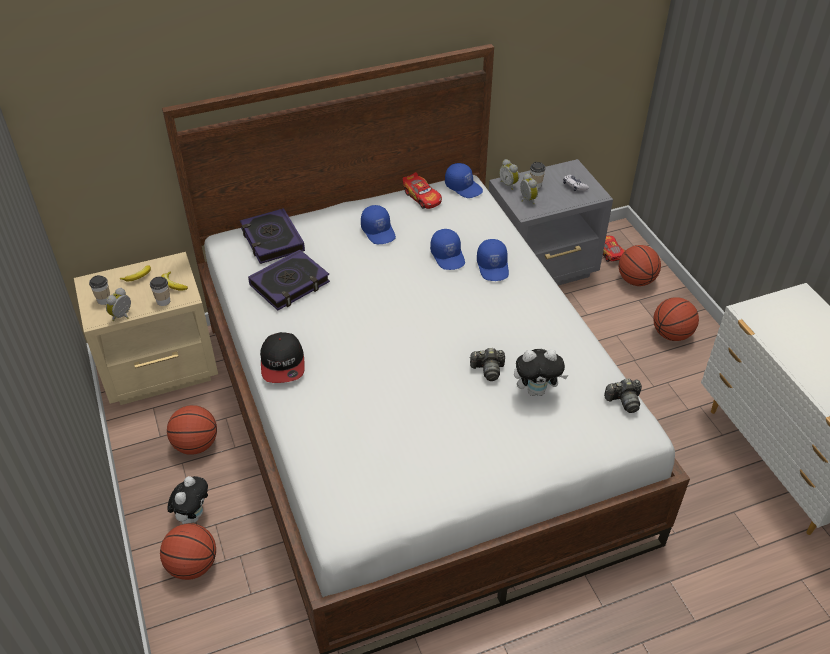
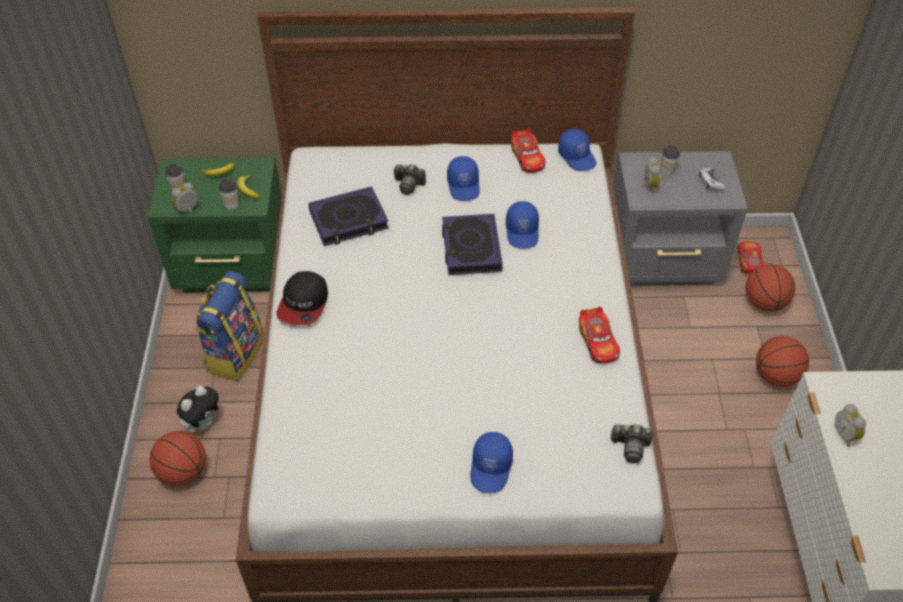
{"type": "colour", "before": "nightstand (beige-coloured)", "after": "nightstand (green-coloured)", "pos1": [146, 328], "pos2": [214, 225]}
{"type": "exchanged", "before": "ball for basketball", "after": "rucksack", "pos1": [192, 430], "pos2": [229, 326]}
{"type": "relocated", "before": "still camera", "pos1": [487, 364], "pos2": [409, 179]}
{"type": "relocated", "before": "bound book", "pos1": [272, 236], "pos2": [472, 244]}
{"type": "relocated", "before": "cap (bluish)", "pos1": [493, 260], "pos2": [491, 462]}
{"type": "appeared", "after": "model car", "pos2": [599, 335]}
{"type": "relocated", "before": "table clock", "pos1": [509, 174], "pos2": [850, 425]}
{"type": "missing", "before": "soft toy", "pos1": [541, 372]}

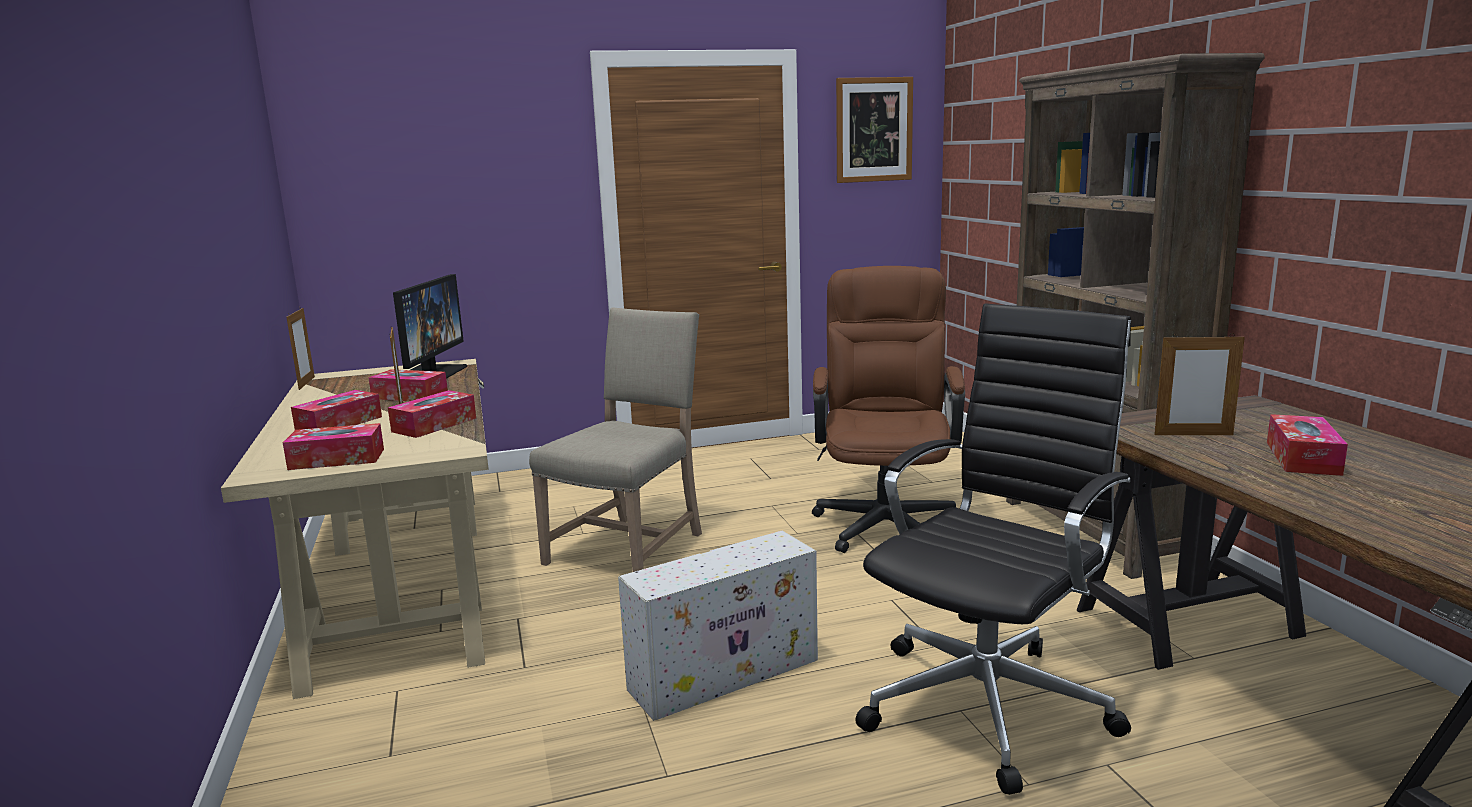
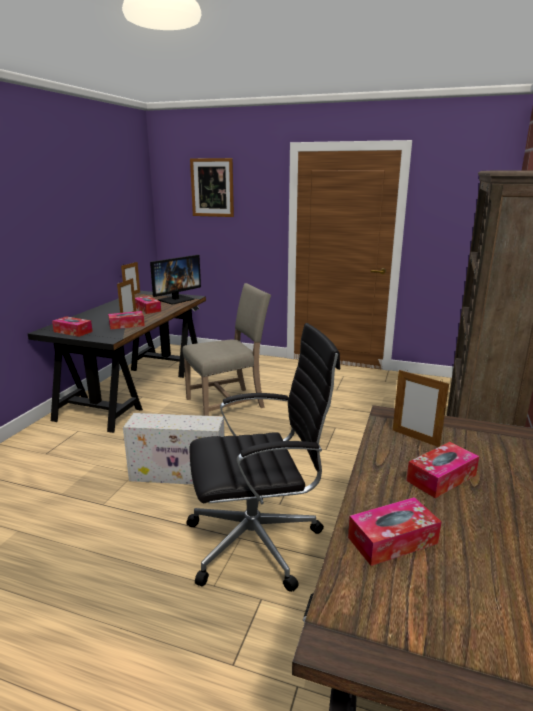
{"type": "colour", "before": "desk table (beige-coloured)", "after": "desk table (black-coloured)", "pos1": [355, 529], "pos2": [117, 362]}
{"type": "relocated", "before": "picture", "pos1": [874, 130], "pos2": [212, 187]}
{"type": "relocated", "before": "tissue box", "pos1": [336, 410], "pos2": [395, 531]}
{"type": "missing", "before": "office chair (brownish)", "pos1": [888, 409]}

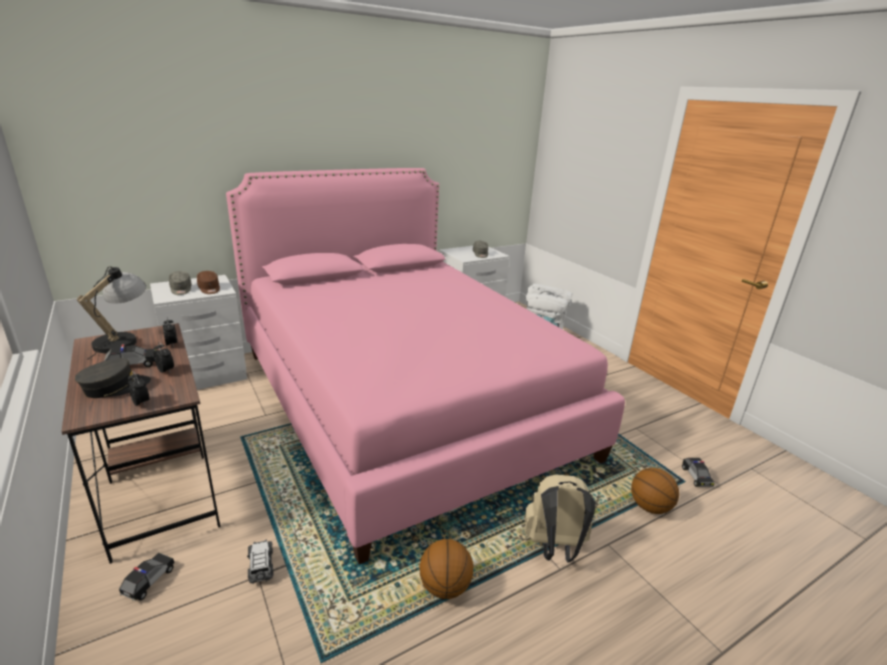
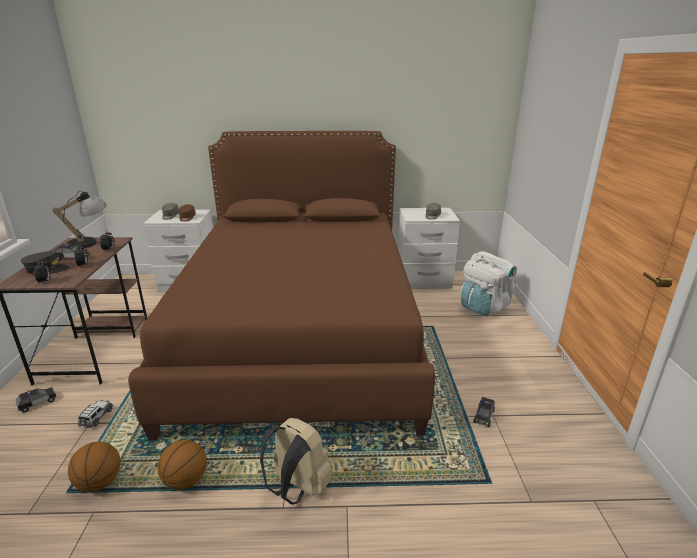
{"type": "relocated", "before": "ball for basketball", "pos1": [655, 491], "pos2": [94, 466]}
{"type": "colour", "before": "bedroom bed (pinkish)", "after": "bedroom bed (brownish)", "pos1": [425, 366], "pos2": [281, 285]}
{"type": "relocated", "before": "model car", "pos1": [698, 472], "pos2": [484, 412]}

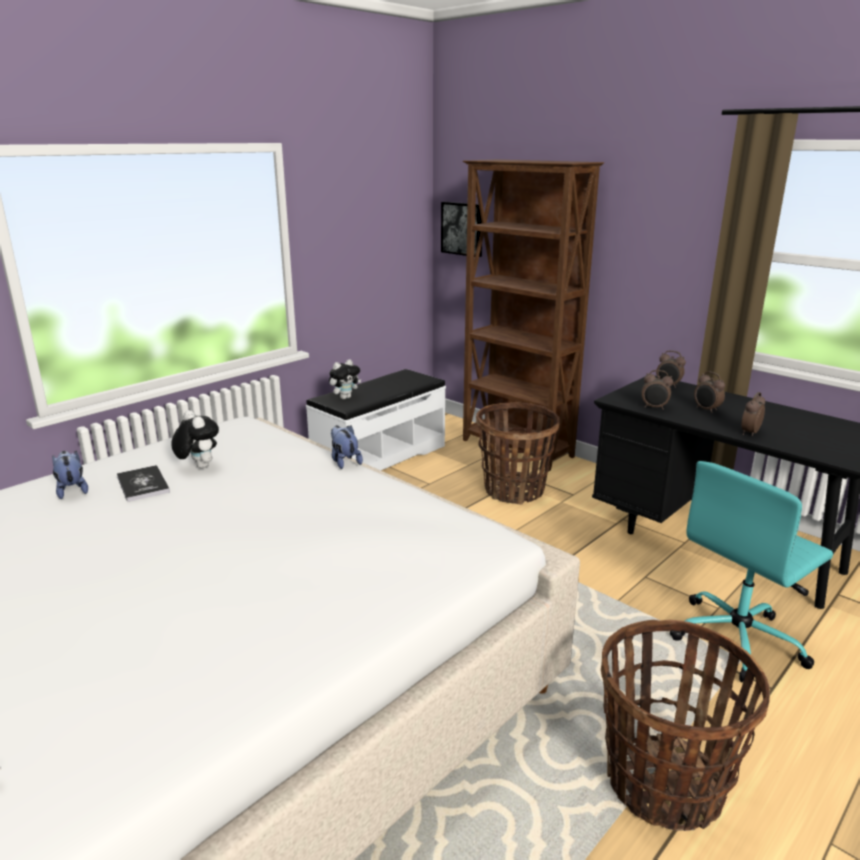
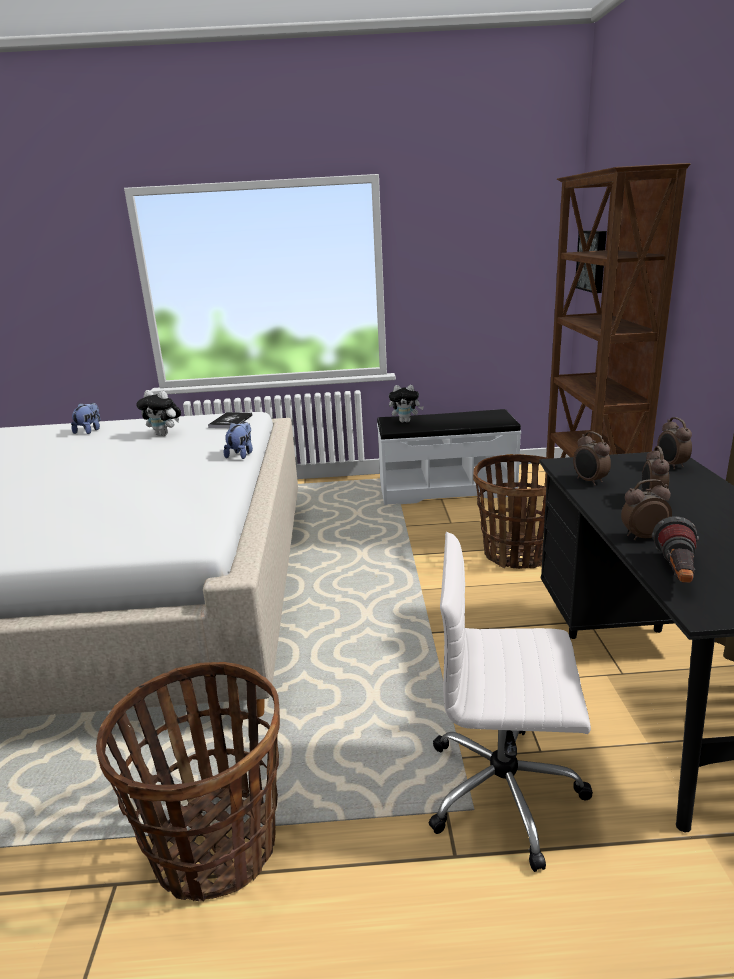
{"type": "spun", "before": "soft toy", "pos1": [195, 439], "pos2": [158, 413], "turn": 105}
{"type": "relocated", "before": "bound book", "pos1": [143, 483], "pos2": [230, 420]}
{"type": "colour", "before": "office chair (turquoise-coloured)", "after": "office chair (whitish)", "pos1": [751, 571], "pos2": [511, 702]}
{"type": "appeared", "after": "hand torch", "pos2": [675, 549]}

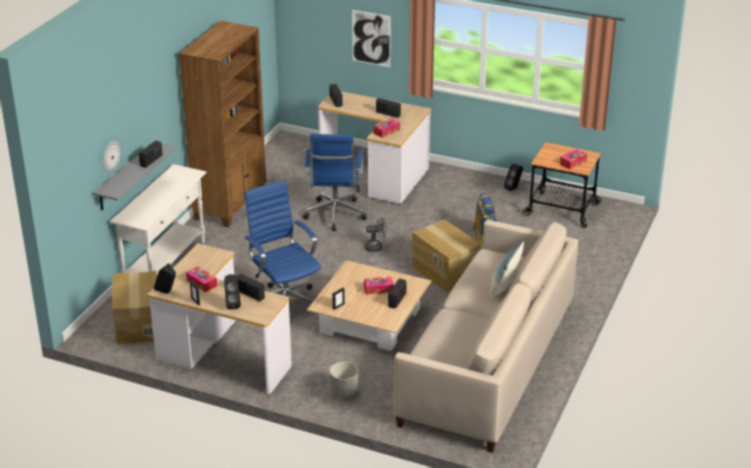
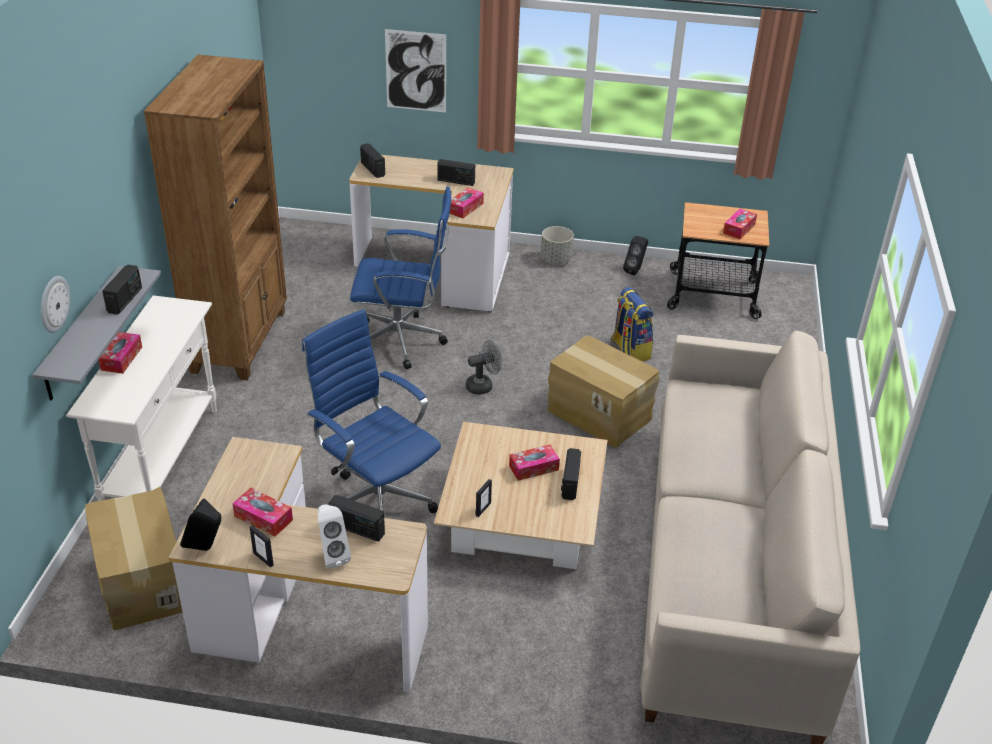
{"type": "appeared", "after": "tissue box", "pos2": [120, 353]}
{"type": "colour", "before": "loudspeaker (black-coloured)", "after": "loudspeaker (whitish)", "pos1": [232, 292], "pos2": [334, 537]}
{"type": "spun", "before": "office chair (bluish)", "pos1": [335, 182], "pos2": [400, 278], "turn": -75}
{"type": "relocated", "before": "plant pot (greyish)", "pos1": [344, 379], "pos2": [557, 245]}
{"type": "missing", "before": "throw pillow", "pos1": [507, 270]}

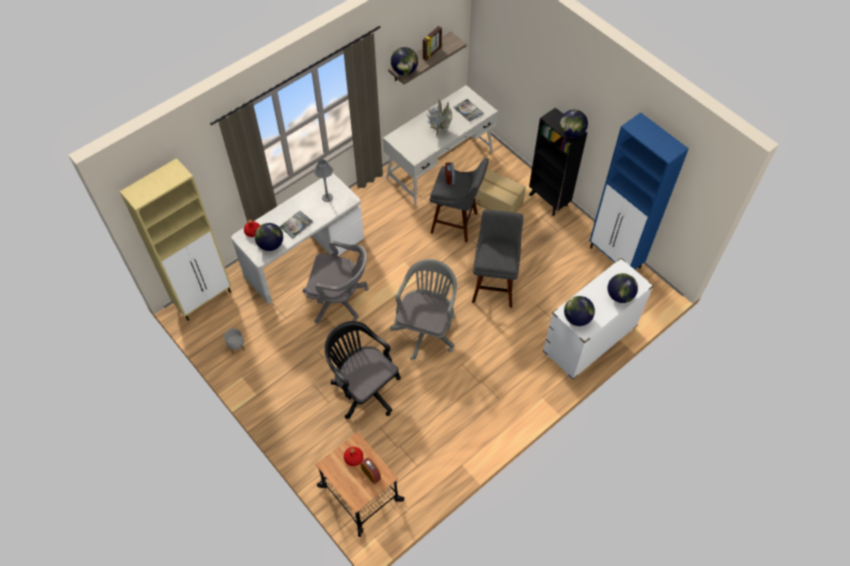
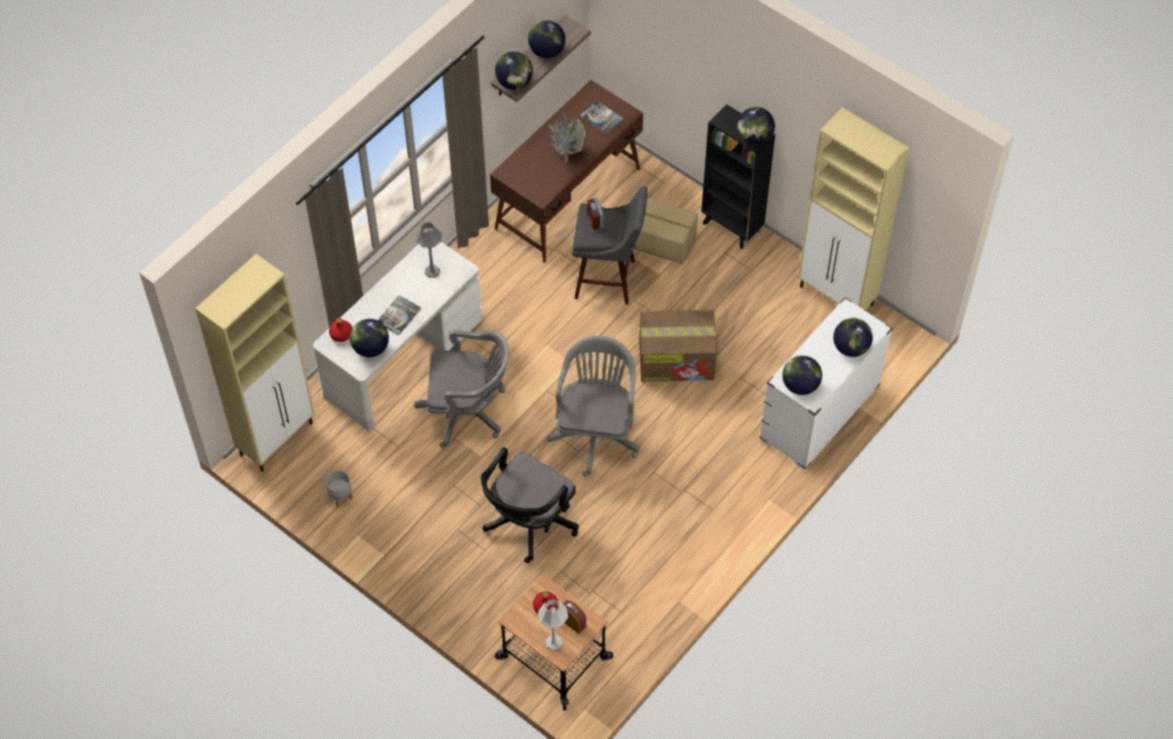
{"type": "spun", "before": "office chair (black-coloured)", "pos1": [363, 370], "pos2": [530, 505], "turn": -90}
{"type": "colour", "before": "desk table (whitish)", "after": "desk table (brownish)", "pos1": [440, 145], "pos2": [566, 171]}
{"type": "exchanged", "before": "standing frame", "after": "globe", "pos1": [432, 43], "pos2": [547, 39]}
{"type": "appeared", "after": "lamp for a table (greyish)", "pos2": [553, 625]}
{"type": "exchanged", "before": "stool seat (greyish)", "after": "cardboard box", "pos1": [498, 258], "pos2": [678, 346]}
{"type": "colour", "before": "cupboard (bluish)", "after": "cupboard (beige-coloured)", "pos1": [639, 191], "pos2": [853, 208]}

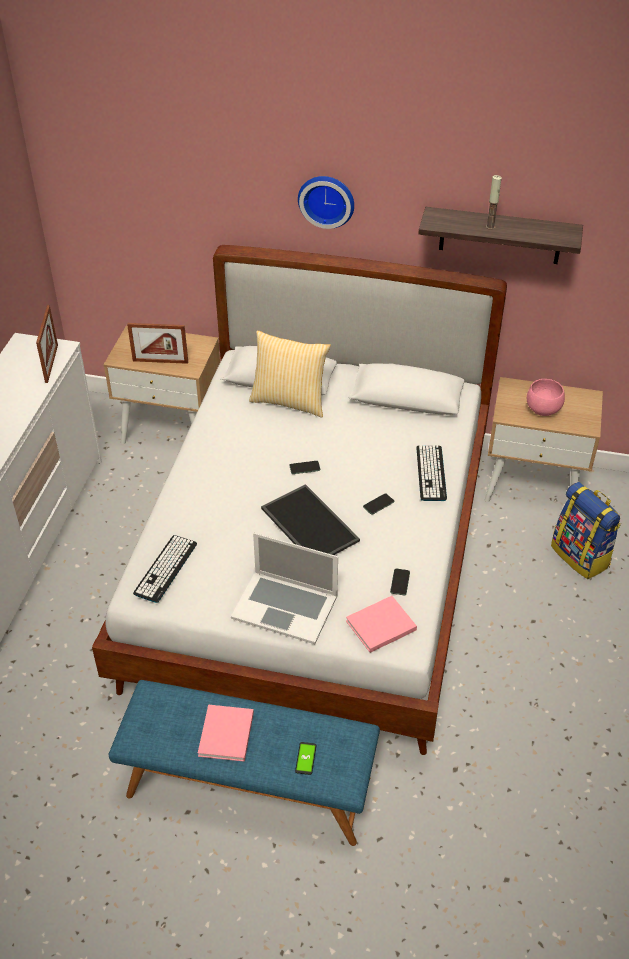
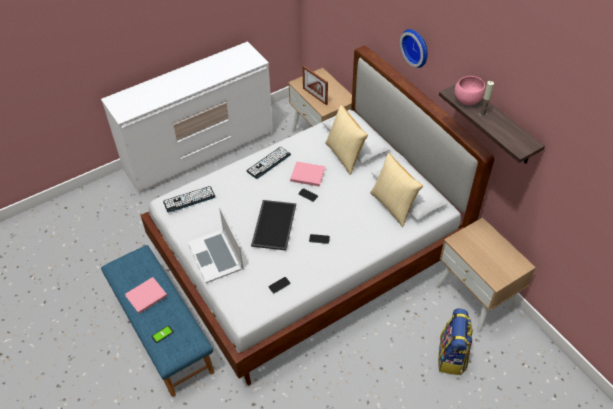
{"type": "relocated", "before": "keyboard", "pos1": [431, 473], "pos2": [269, 163]}
{"type": "relocated", "before": "bound book (pinkish)", "pos1": [381, 624], "pos2": [307, 174]}
{"type": "appeared", "after": "throw pillow", "pos2": [396, 190]}
{"type": "relocated", "before": "deep dish (pinkish)", "pos1": [546, 397], "pos2": [470, 90]}
{"type": "missing", "before": "standing frame", "pos1": [47, 344]}

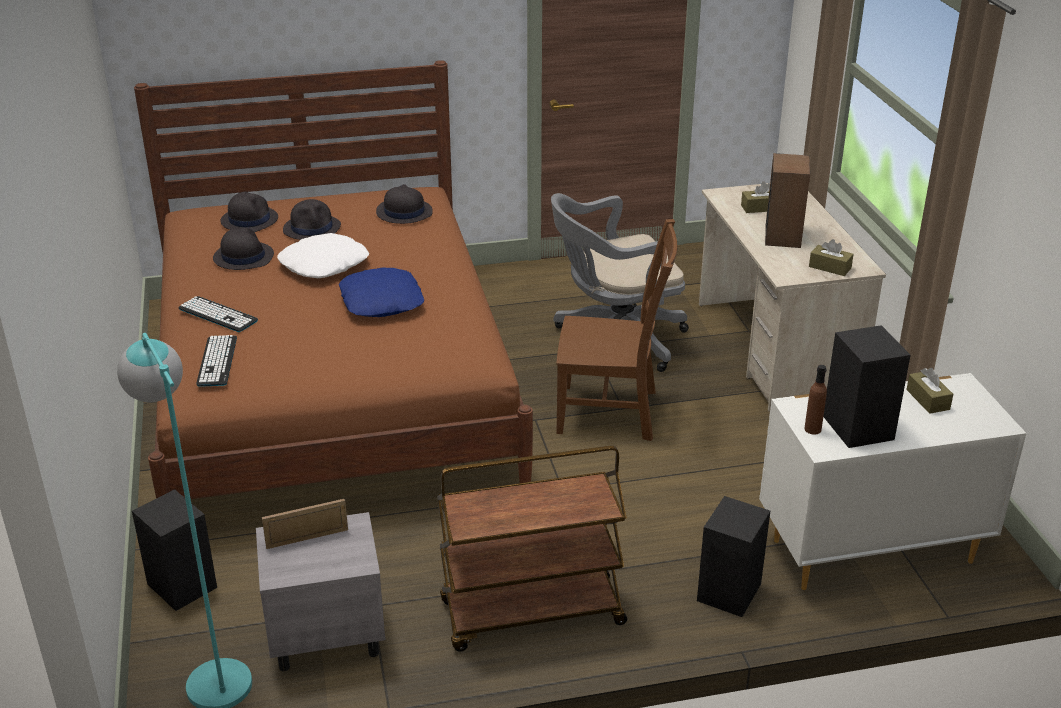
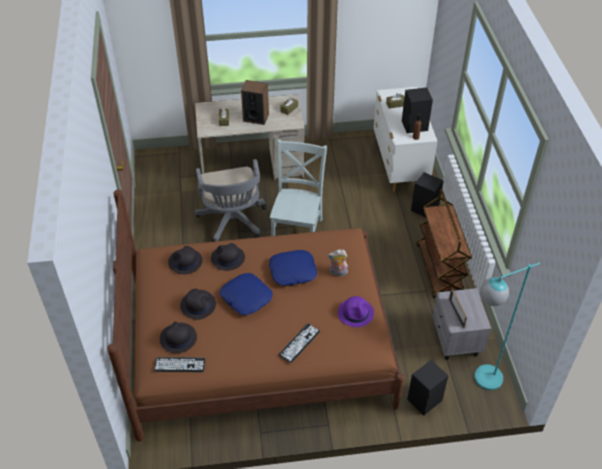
{"type": "relocated", "before": "keyboard", "pos1": [217, 361], "pos2": [179, 364]}
{"type": "relocated", "before": "hat (black-coloured)", "pos1": [243, 249], "pos2": [228, 257]}
{"type": "colour", "before": "throw pillow (whitish)", "after": "throw pillow (bluish)", "pos1": [323, 255], "pos2": [246, 294]}
{"type": "colour", "before": "plain chair (brownish)", "after": "plain chair (greyish)", "pos1": [616, 330], "pos2": [298, 187]}
{"type": "appeared", "after": "soft toy", "pos2": [337, 262]}
{"type": "appeared", "after": "hat (purplish)", "pos2": [356, 311]}

